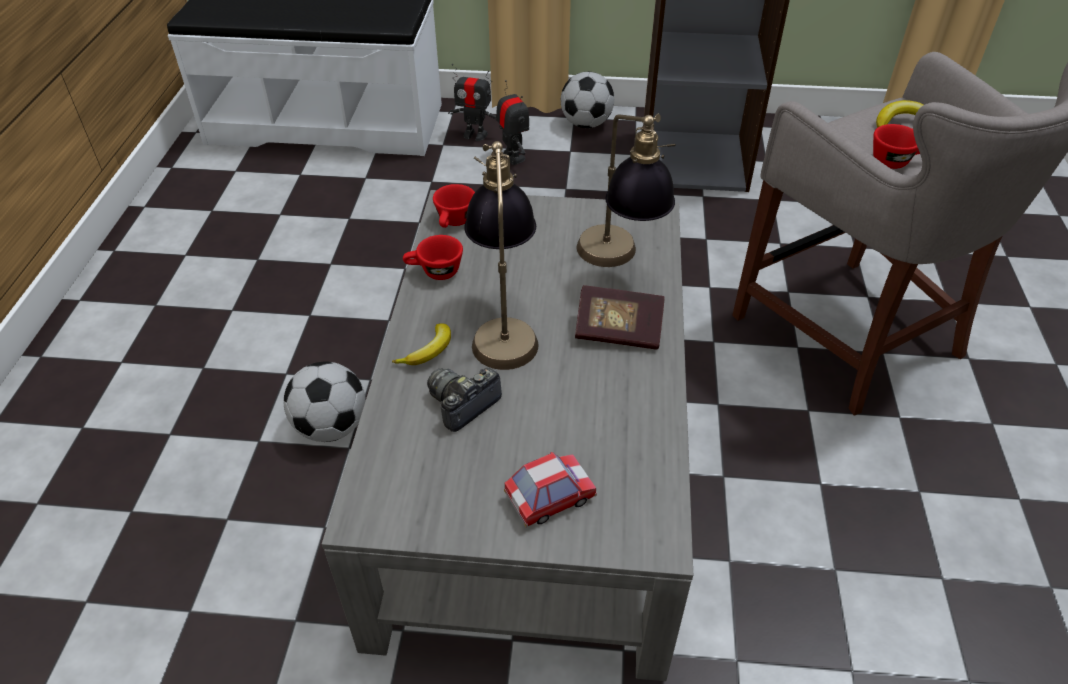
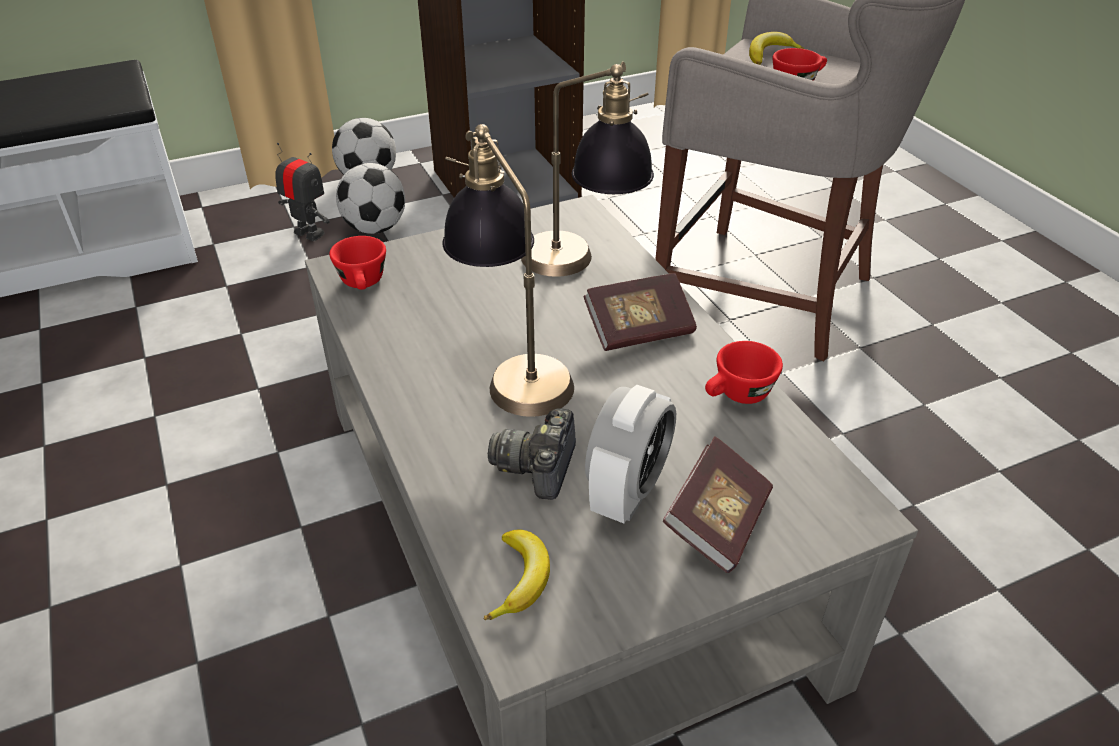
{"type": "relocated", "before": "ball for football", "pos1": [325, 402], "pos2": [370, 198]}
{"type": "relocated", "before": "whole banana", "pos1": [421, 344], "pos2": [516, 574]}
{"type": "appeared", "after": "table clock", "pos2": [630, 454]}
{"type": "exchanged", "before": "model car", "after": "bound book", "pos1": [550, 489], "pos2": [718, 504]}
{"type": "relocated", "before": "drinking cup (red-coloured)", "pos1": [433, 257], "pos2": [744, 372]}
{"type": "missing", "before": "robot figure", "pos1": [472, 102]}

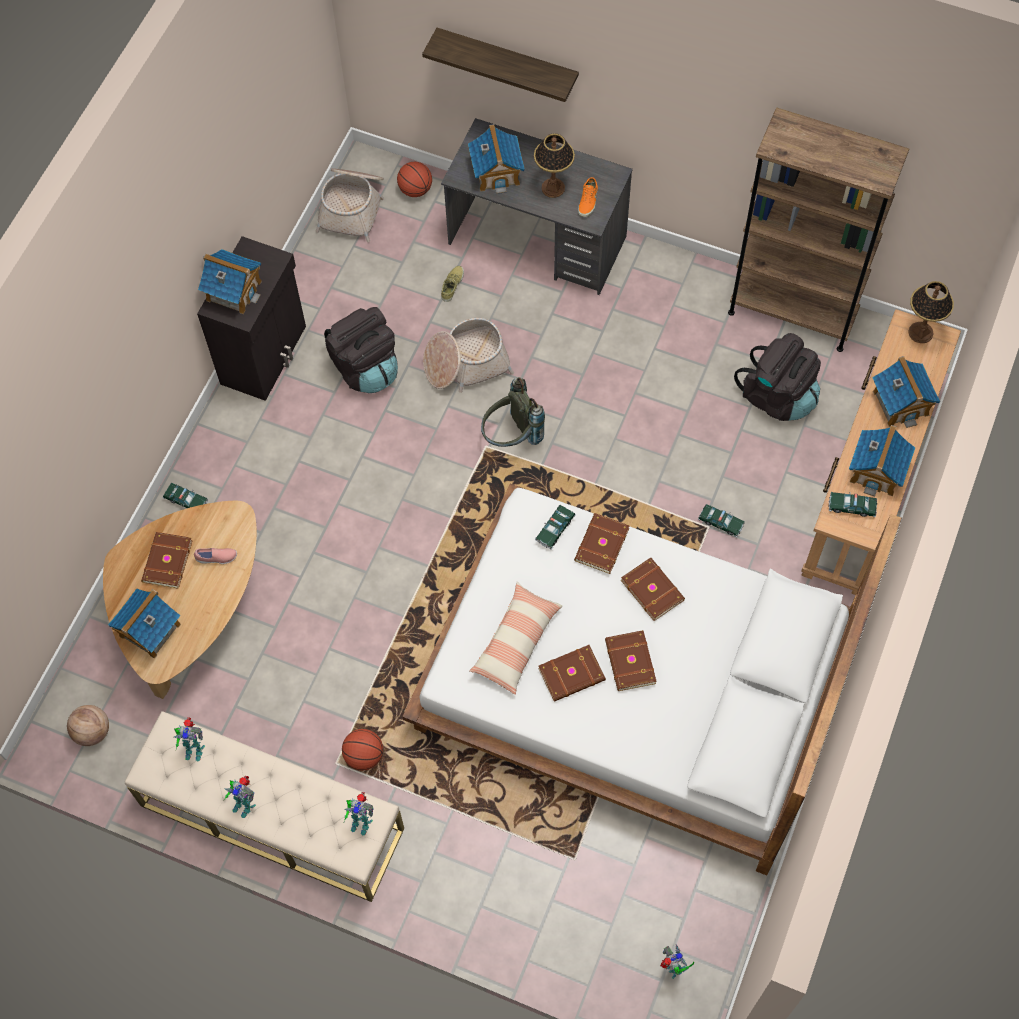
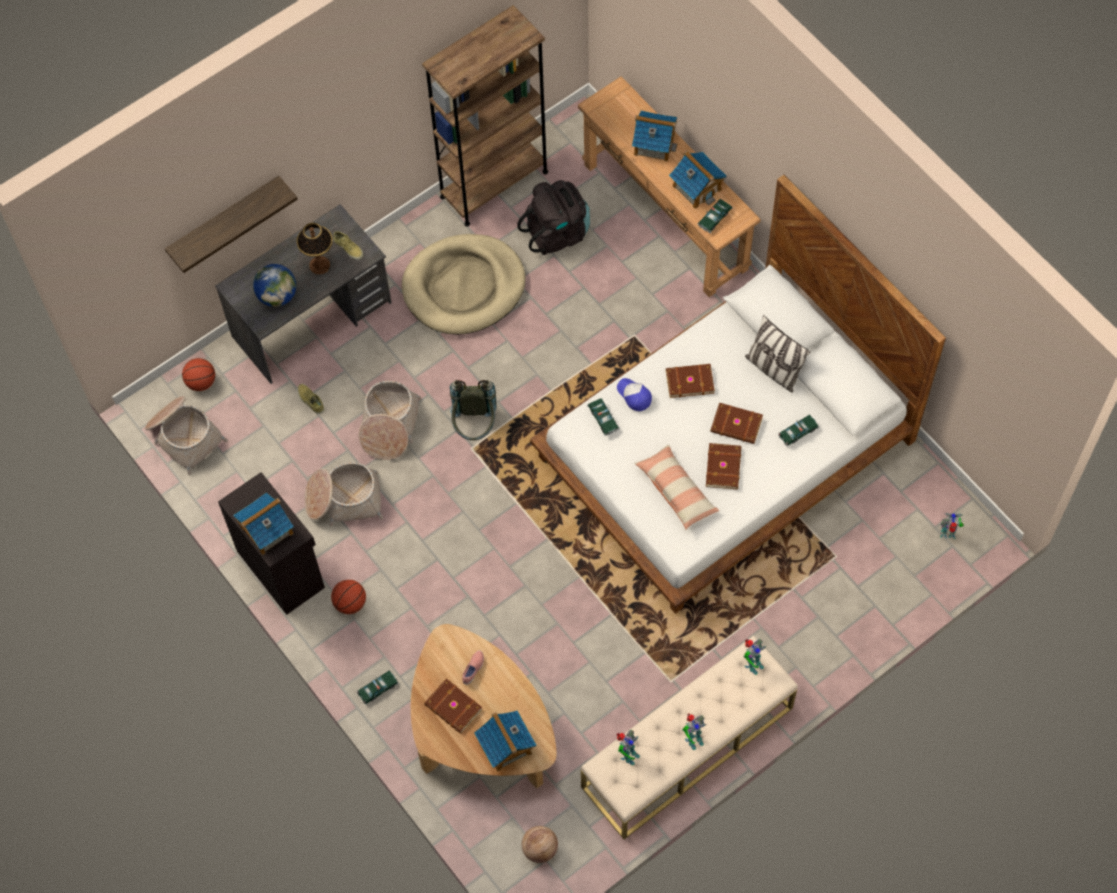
{"type": "exchanged", "before": "toy house", "after": "globe", "pos1": [496, 159], "pos2": [274, 285]}
{"type": "exchanged", "before": "rucksack (black-coloured)", "after": "basket", "pos1": [361, 350], "pos2": [344, 494]}
{"type": "relocated", "before": "ball for basketball", "pos1": [362, 750], "pos2": [348, 597]}
{"type": "colour", "before": "shoe (orangey)", "after": "shoe (beige-coloured)", "pos1": [588, 197], "pos2": [348, 245]}
{"type": "appeared", "after": "dog cushion (beige-coloured)", "pos2": [464, 284]}
{"type": "exchanged", "before": "bound book (brownish)", "after": "cap", "pos1": [602, 543], "pos2": [634, 394]}
{"type": "appeared", "after": "throw pillow", "pos2": [778, 354]}
{"type": "relocated", "before": "model car", "pos1": [721, 520], "pos2": [798, 430]}
{"type": "missing", "before": "lamp for a table", "pos1": [931, 312]}

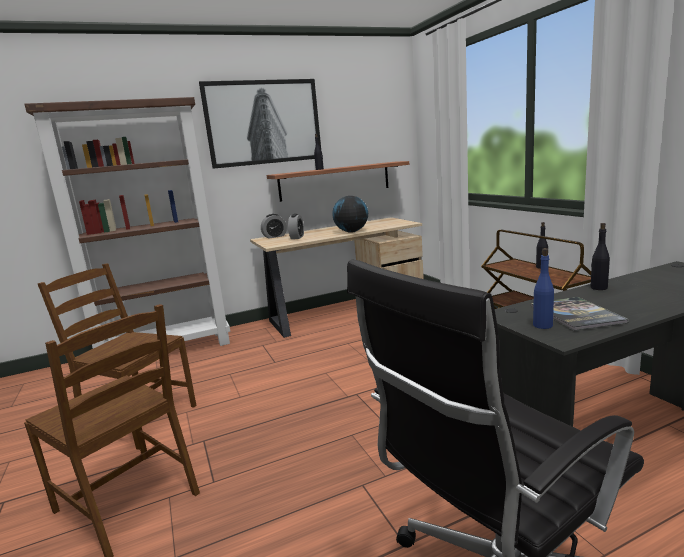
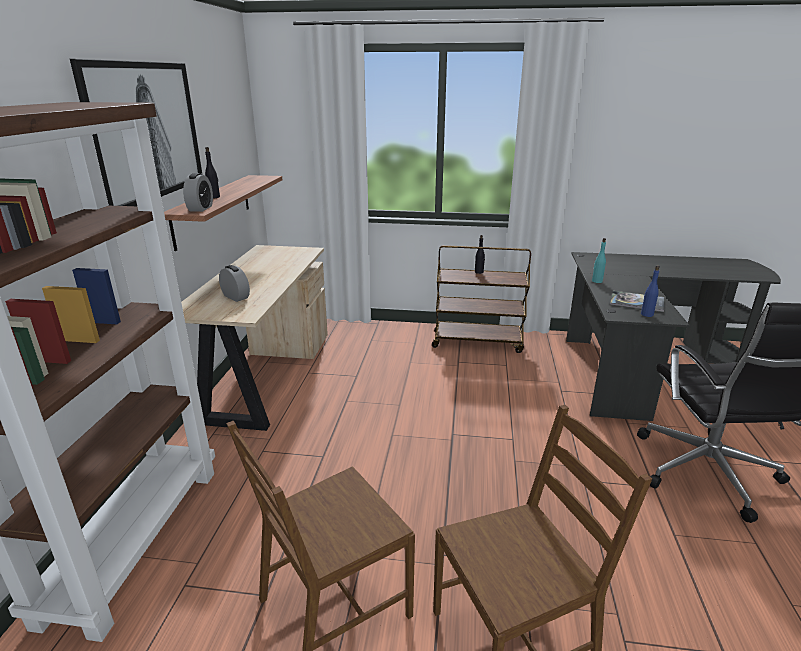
{"type": "relocated", "before": "table clock", "pos1": [274, 226], "pos2": [198, 192]}
{"type": "colour", "before": "bottle (black-coloured)", "after": "bottle (turquoise-coloured)", "pos1": [600, 256], "pos2": [599, 260]}
{"type": "missing", "before": "globe", "pos1": [350, 214]}

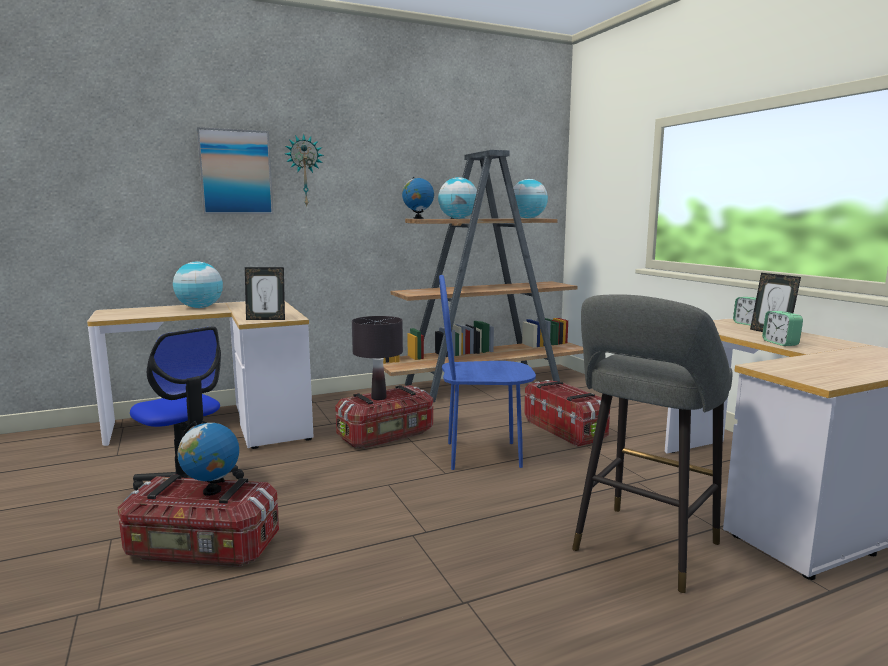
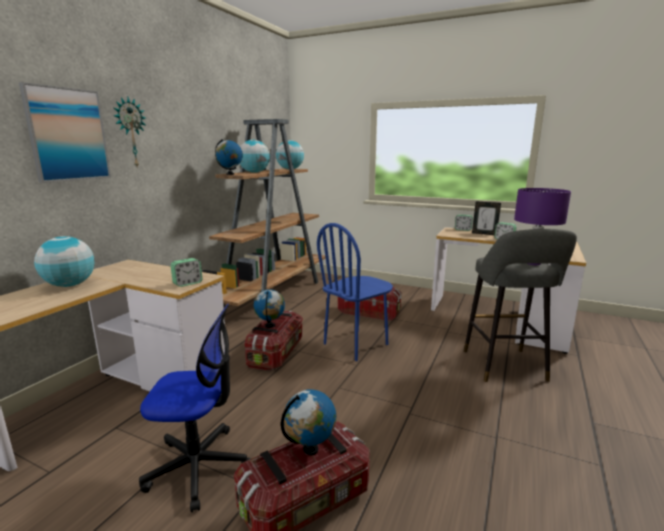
{"type": "exchanged", "before": "standing frame", "after": "table clock", "pos1": [265, 293], "pos2": [186, 272]}
{"type": "exchanged", "before": "lamp for a table (black-coloured)", "after": "globe", "pos1": [377, 358], "pos2": [269, 308]}
{"type": "appeared", "after": "lamp for a table (purplish)", "pos2": [542, 226]}

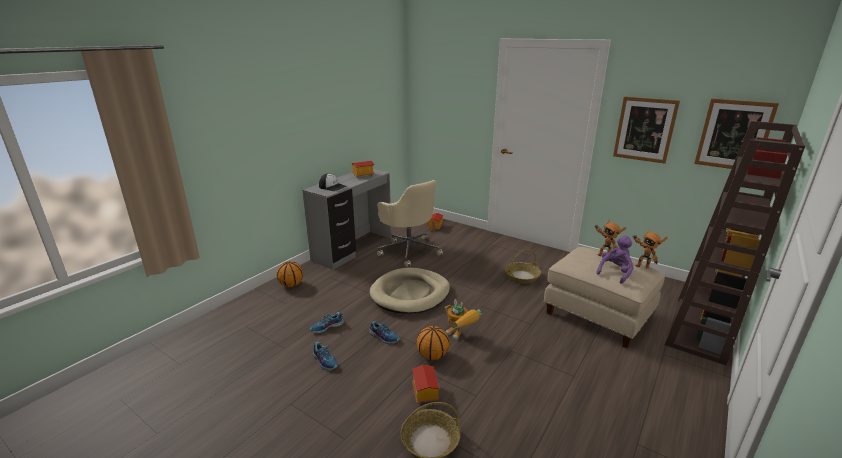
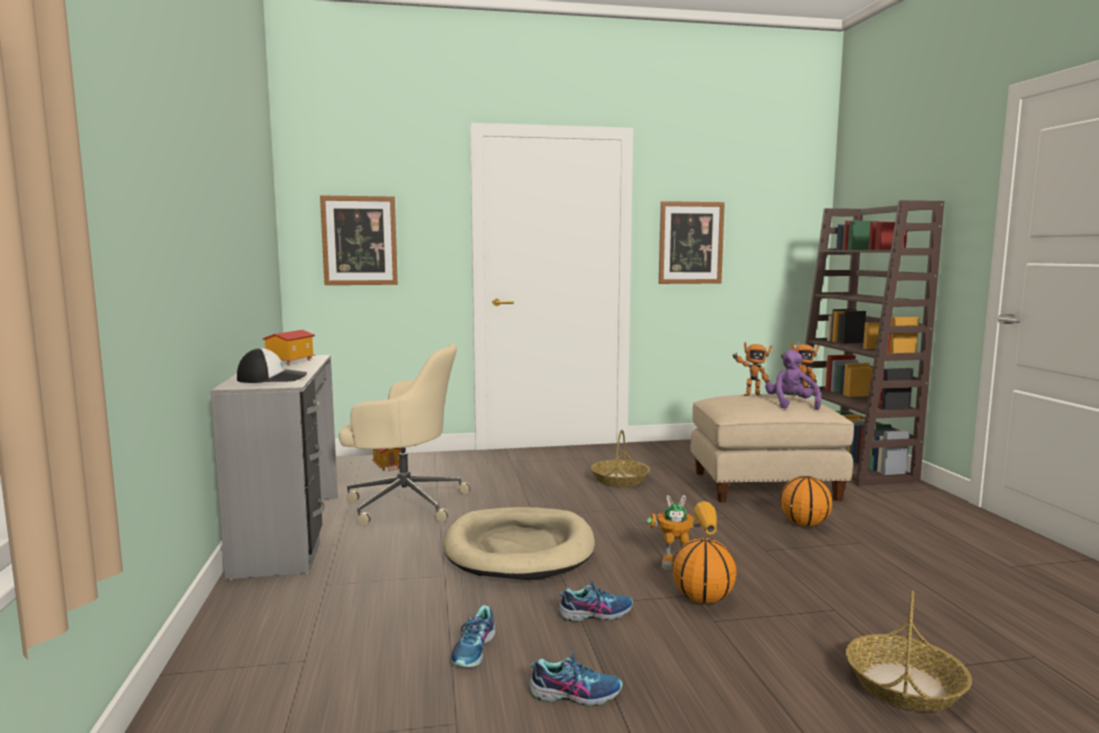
{"type": "relocated", "before": "picture", "pos1": [736, 133], "pos2": [359, 240]}
{"type": "relocated", "before": "ball for basketball", "pos1": [289, 274], "pos2": [806, 501]}
{"type": "missing", "before": "toy house", "pos1": [426, 384]}

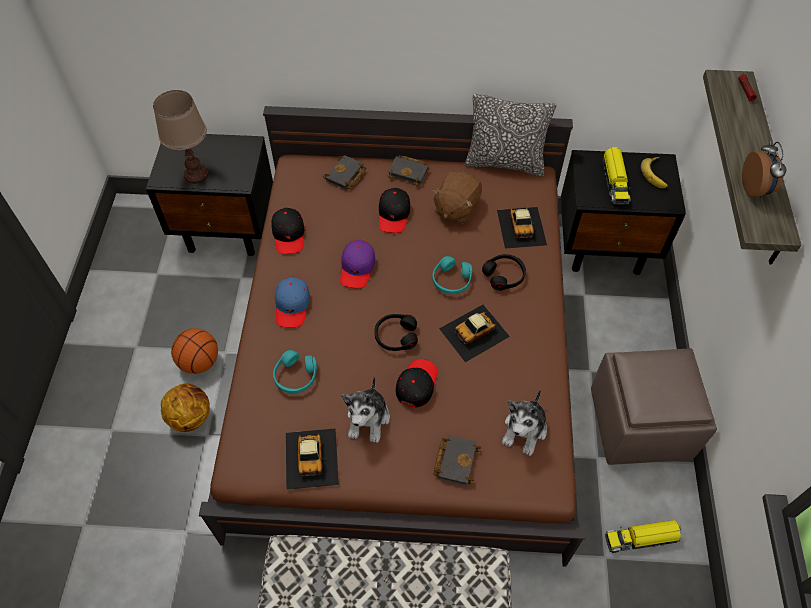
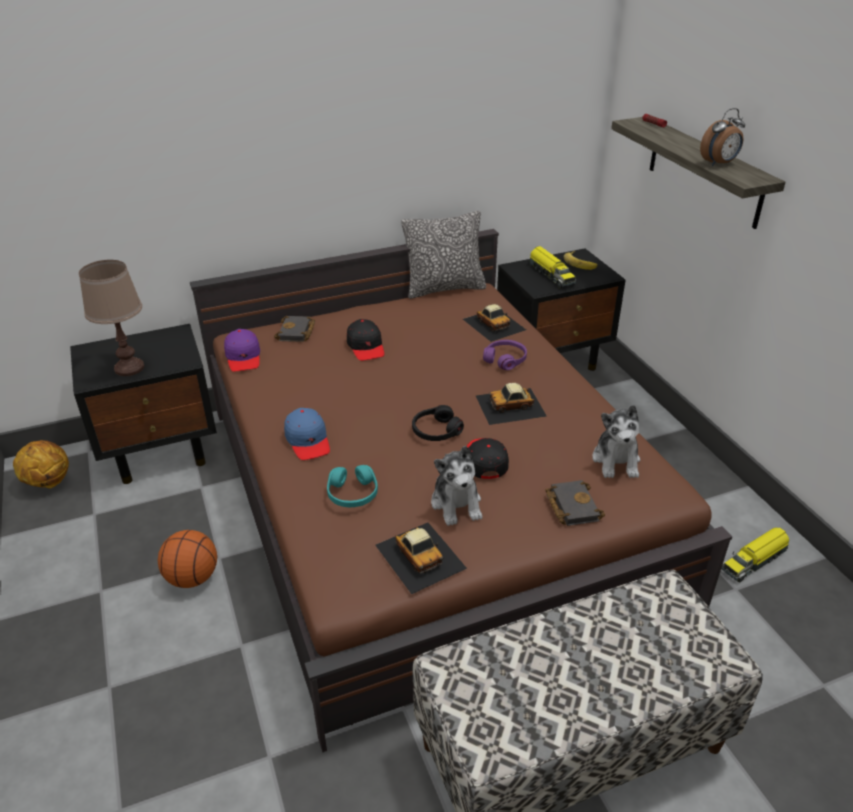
{"type": "relocated", "before": "ball for basketball", "pos1": [185, 407], "pos2": [41, 464]}
{"type": "relocated", "before": "cap (purplish)", "pos1": [357, 264], "pos2": [242, 350]}
{"type": "spun", "before": "model car", "pos1": [474, 333], "pos2": [511, 404], "turn": 45}
{"type": "colour", "before": "pair of headphones (black-coloured)", "after": "pair of headphones (purplish)", "pos1": [504, 272], "pos2": [505, 355]}
{"type": "spun", "before": "table clock", "pos1": [764, 170], "pos2": [722, 137], "turn": 90}
{"type": "missing", "before": "cap (black-coloured)", "pos1": [287, 231]}
{"type": "missing", "before": "bound book (black-coloured)", "pos1": [408, 170]}
{"type": "missing", "before": "soft toy (brownish)", "pos1": [457, 197]}
{"type": "missing", "before": "pair of headphones (turquoise-coloured)", "pos1": [452, 275]}
{"type": "missing", "before": "footrest (brownish)", "pos1": [654, 406]}

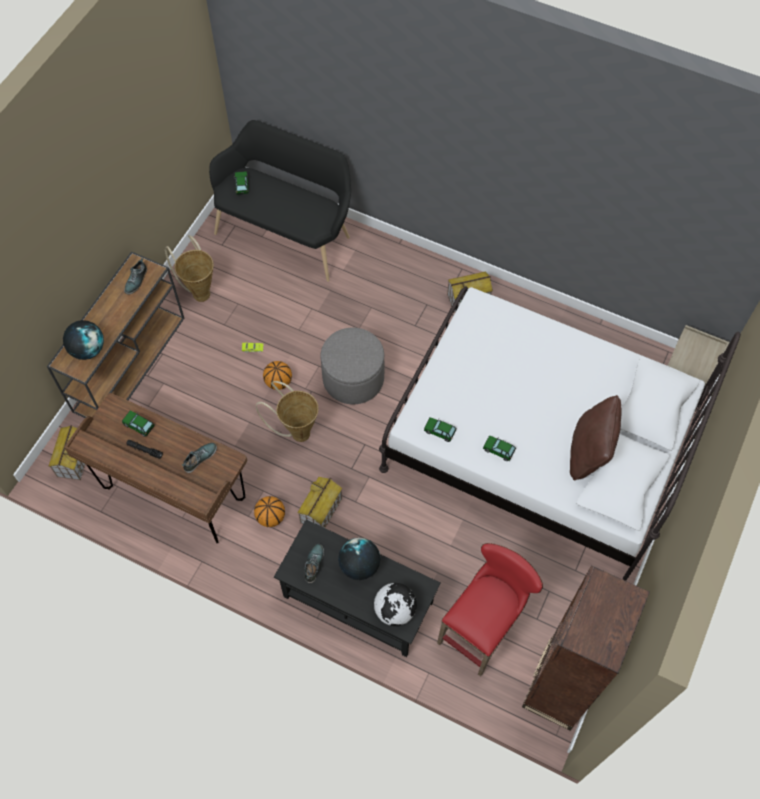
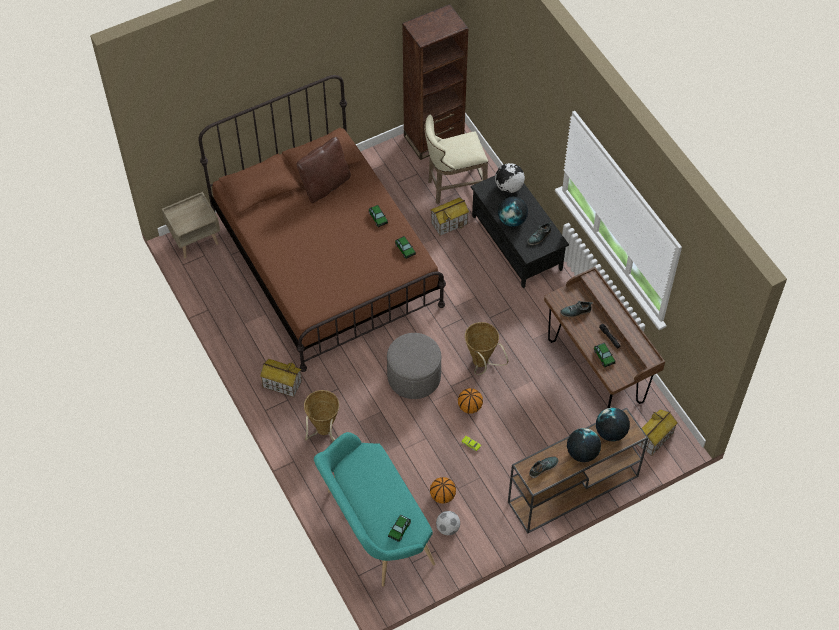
{"type": "colour", "before": "bedroom bed (whitish)", "after": "bedroom bed (brownish)", "pos1": [560, 434], "pos2": [322, 223]}
{"type": "relocated", "before": "basket", "pos1": [189, 268], "pos2": [321, 416]}
{"type": "colour", "before": "bench (black-coloured)", "after": "bench (turquoise-coloured)", "pos1": [280, 201], "pos2": [374, 509]}
{"type": "colour", "before": "stool seat (red-coloured)", "after": "stool seat (beige-coloured)", "pos1": [490, 609], "pos2": [456, 159]}
{"type": "relocated", "before": "ball for basketball", "pos1": [269, 511], "pos2": [443, 490]}
{"type": "relocated", "before": "toy house", "pos1": [319, 502], "pos2": [450, 216]}
{"type": "appeared", "after": "ball for football", "pos2": [448, 523]}
{"type": "appeared", "after": "globe", "pos2": [584, 445]}

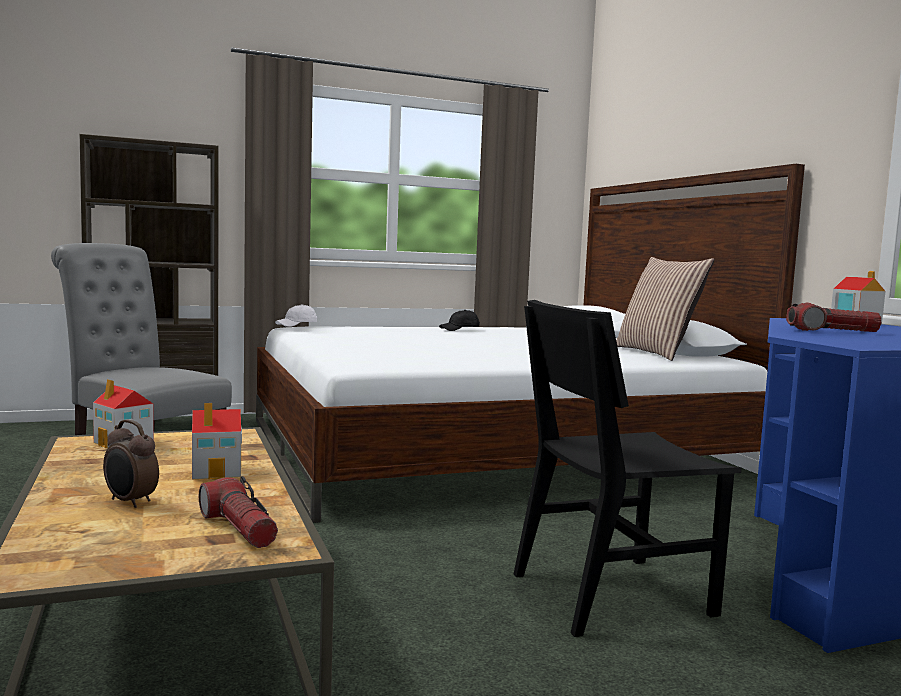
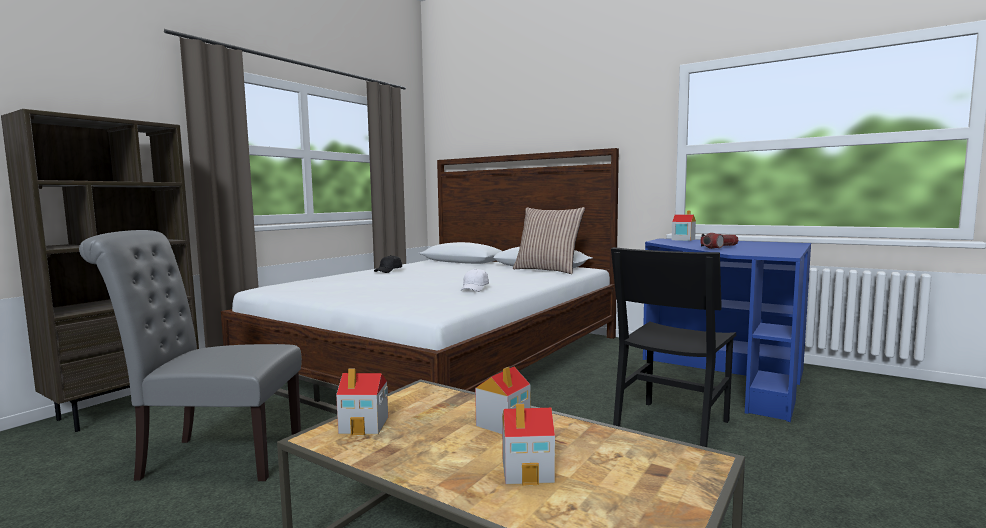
{"type": "relocated", "before": "cap (whitish)", "pos1": [296, 315], "pos2": [475, 280]}
{"type": "exchanged", "before": "table clock", "after": "toy house", "pos1": [131, 464], "pos2": [528, 445]}
{"type": "missing", "before": "hand torch", "pos1": [238, 512]}

